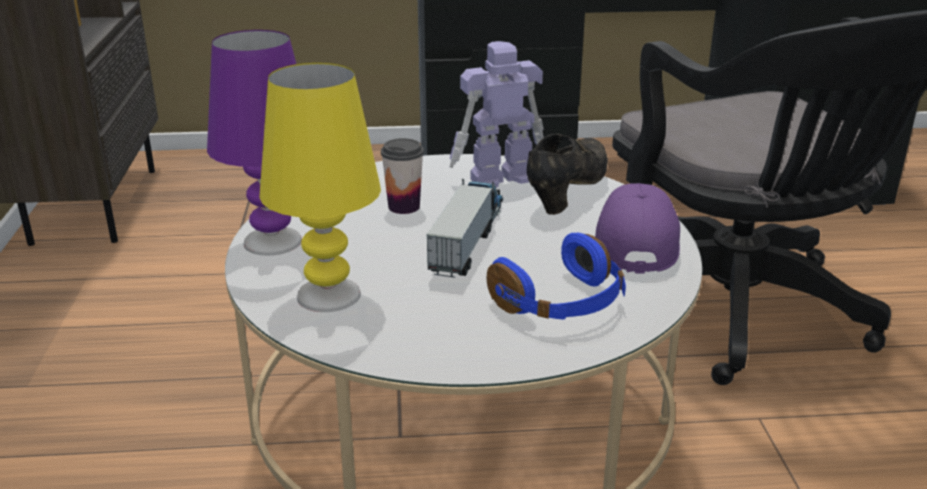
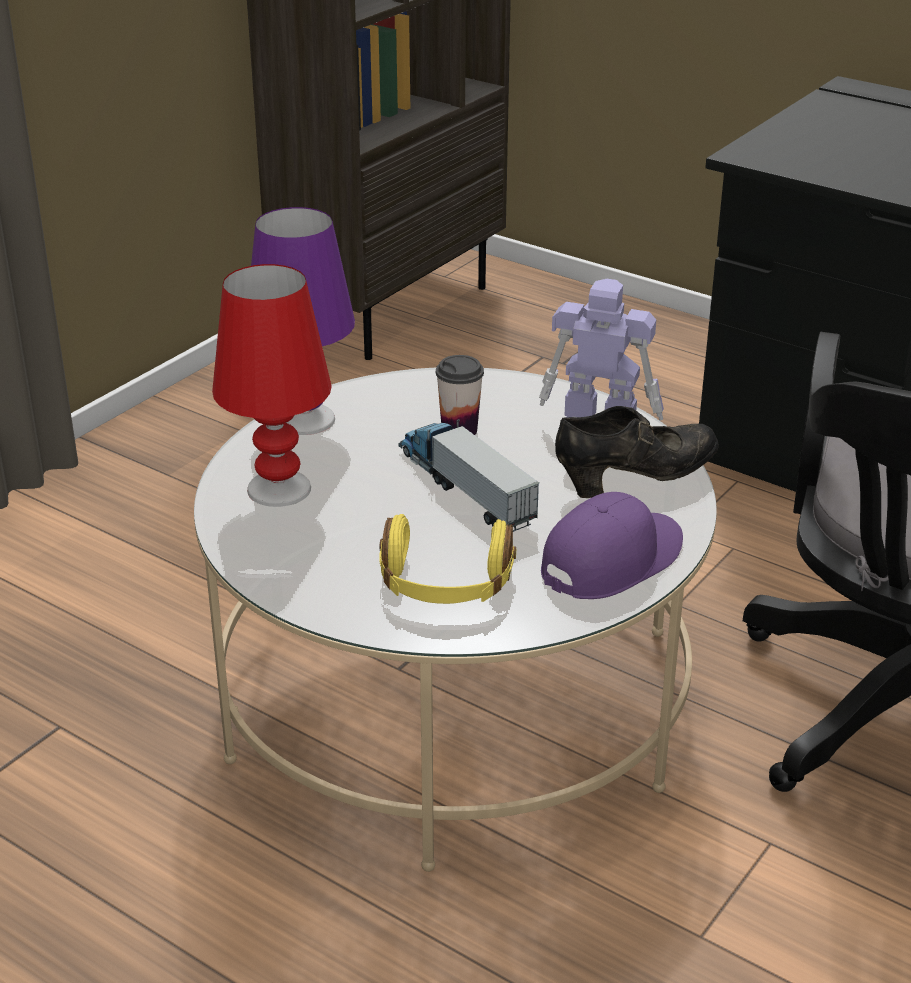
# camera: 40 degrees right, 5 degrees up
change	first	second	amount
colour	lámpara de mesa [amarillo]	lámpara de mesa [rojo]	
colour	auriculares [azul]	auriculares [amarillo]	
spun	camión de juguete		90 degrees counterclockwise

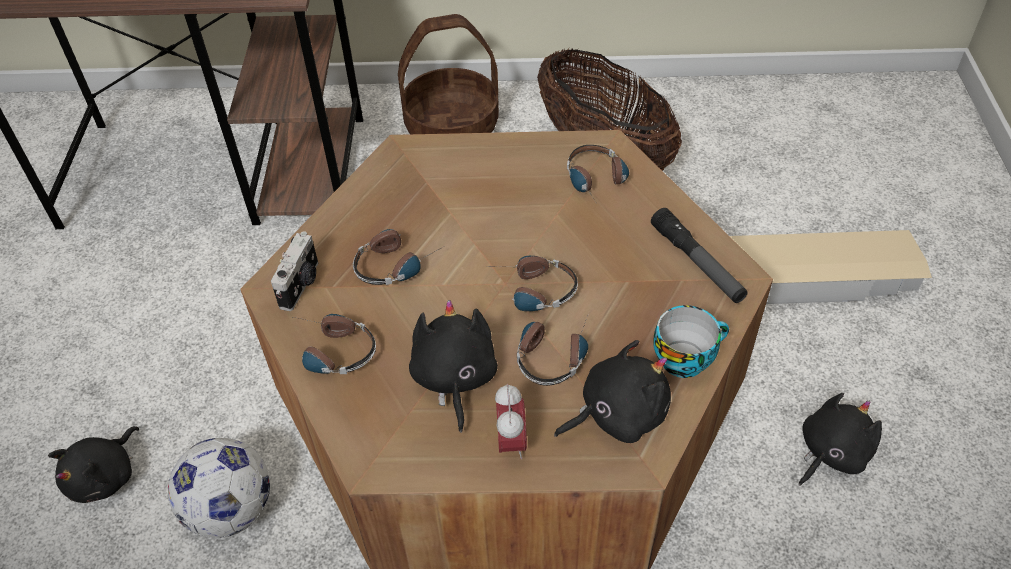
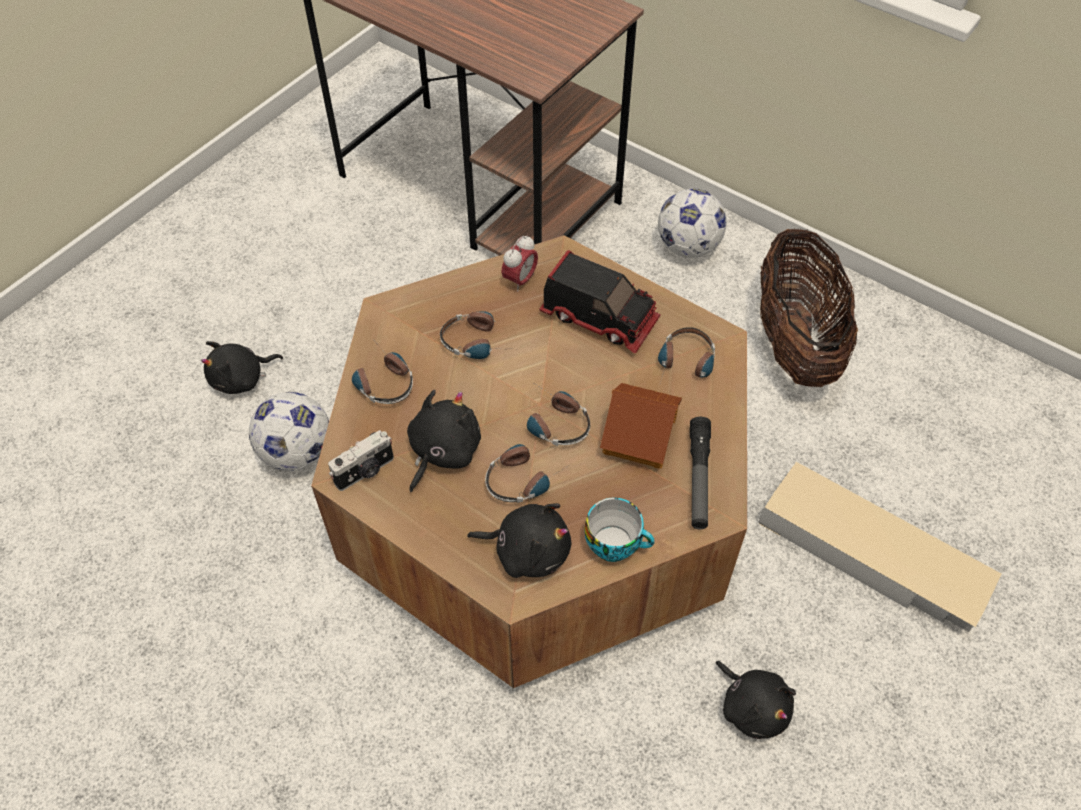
# camera: 35 degrees right, 5 degrees up
change	first	second	amount
relocated	cámara		
relocated	despertador		
appeared		camión de juguete	
appeared		casita	
exchanged	cesta (no. 1 from left)	balón de fútbol (no. 2 from left)	
spun	peluche [negro] (no. 4 from left)		60 degrees clockwise

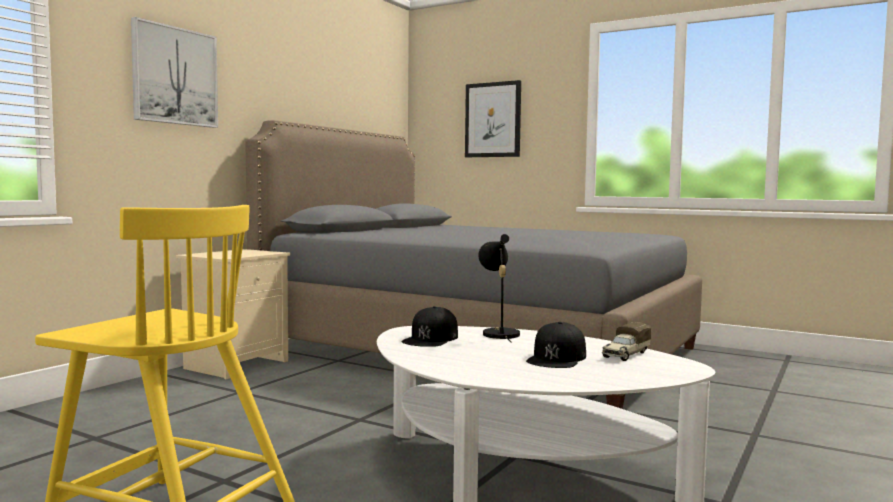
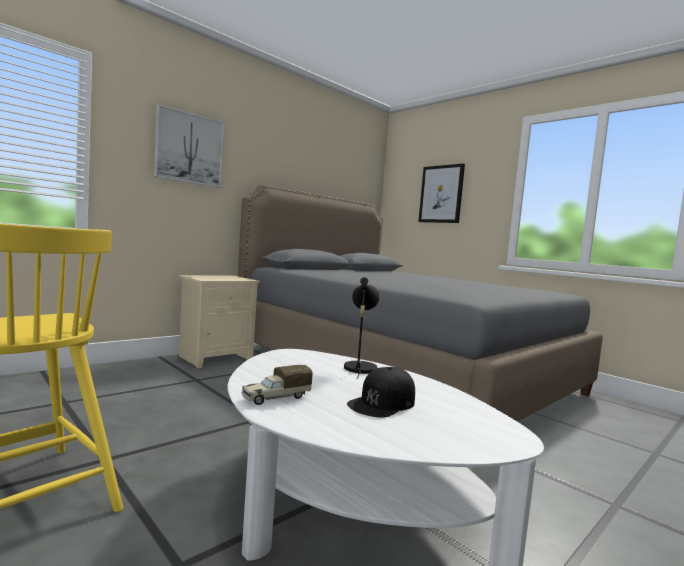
# camera: 15 degrees right, 0 degrees up
change	first	second	amount
relocated	camión de juguete		
missing	gorra [negro] (no. 1 from left)		

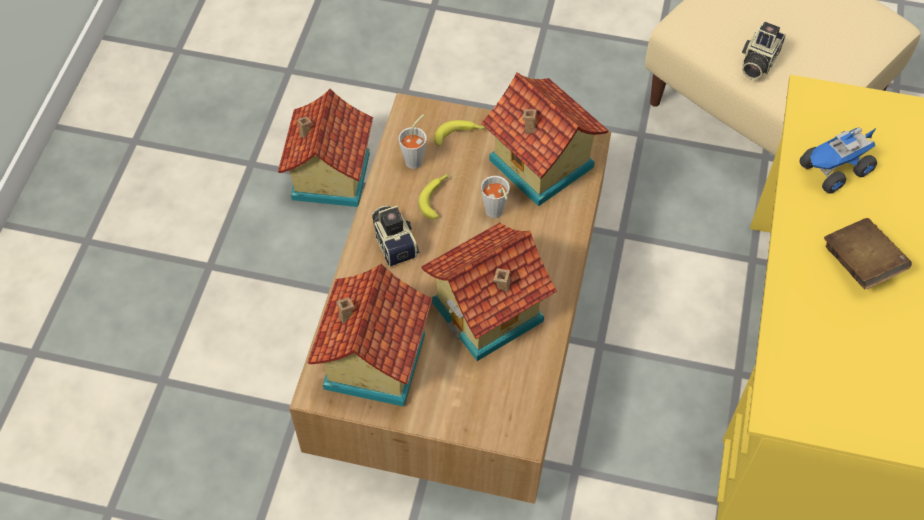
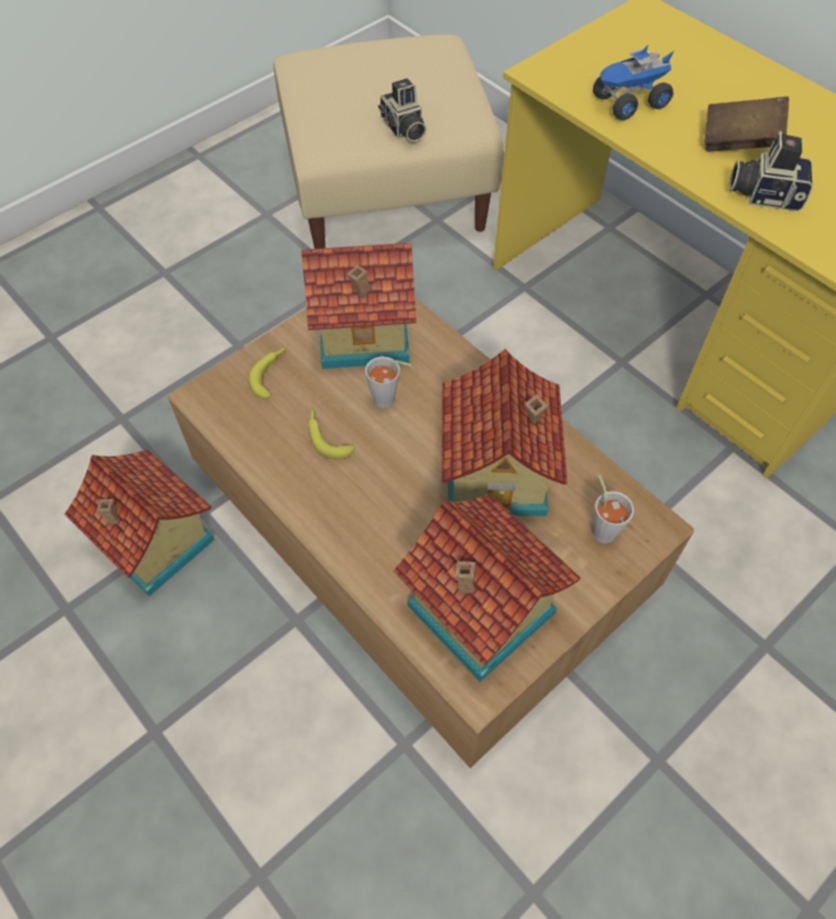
# camera: 55 degrees left, 0 degrees up
change	first	second	amount
spun	camión de juguete		60 degrees clockwise
relocated	taza [gris] (no. 1 from left in the first image)	taza [gris] (no. 2 from left)	
relocated	cámara (no. 1 from left in the first image)	cámara (no. 2 from left)	

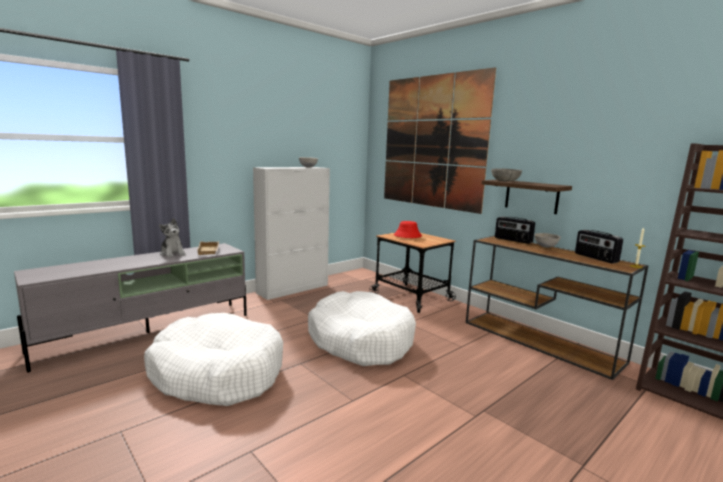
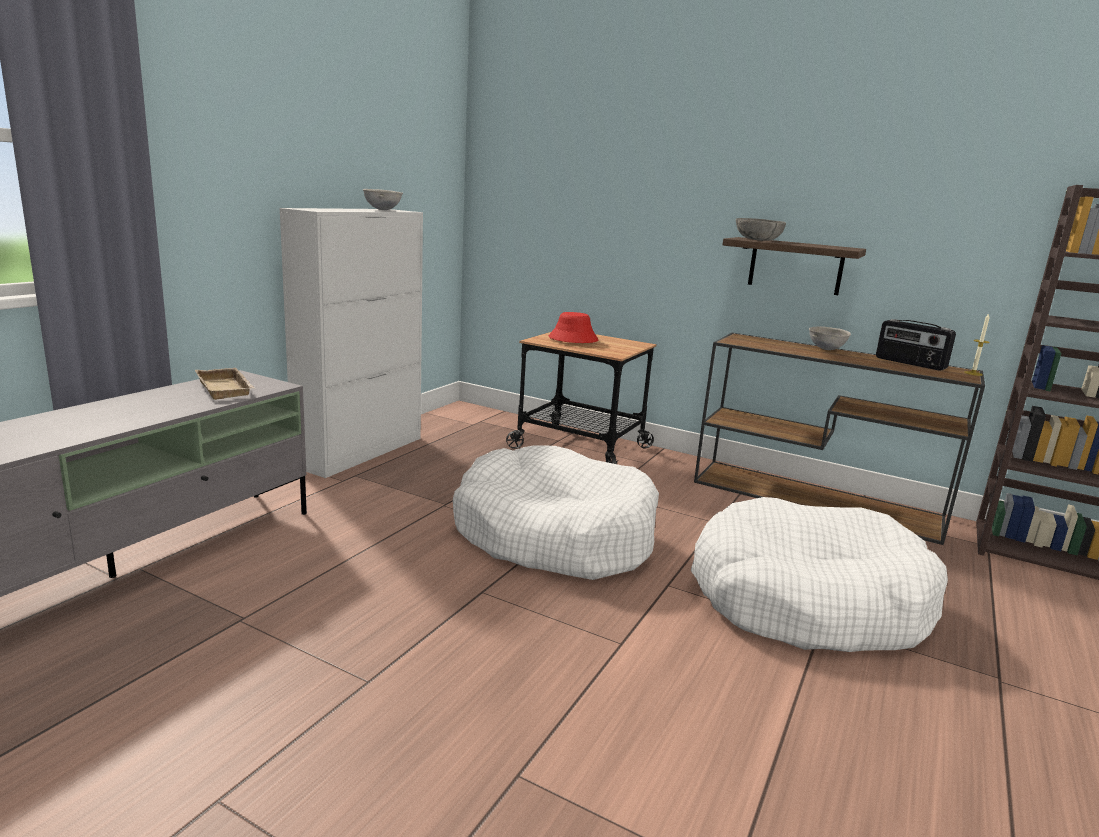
# camera: 20 degrees left, 5 degrees up
change	first	second	amount
relocated	cama para perro [blanco] (no. 1 from left in the first image)	cama para perro [blanco] (no. 2 from left)	
missing	peluche		
missing	cuadro		
missing	radio (no. 1 from left)		

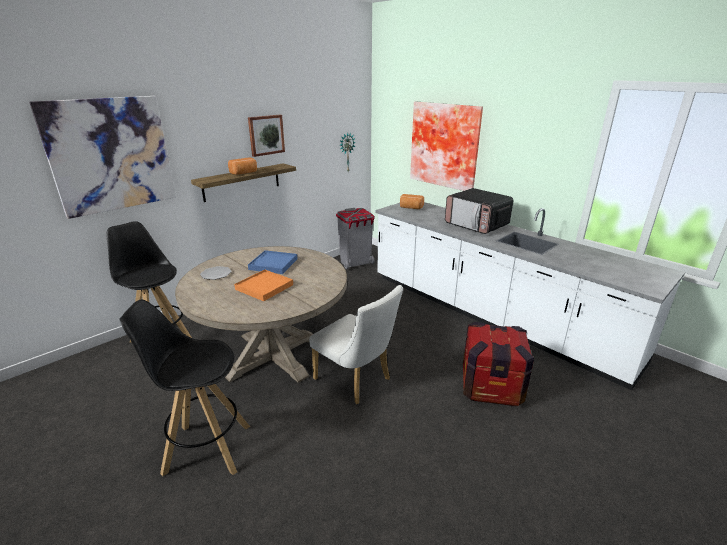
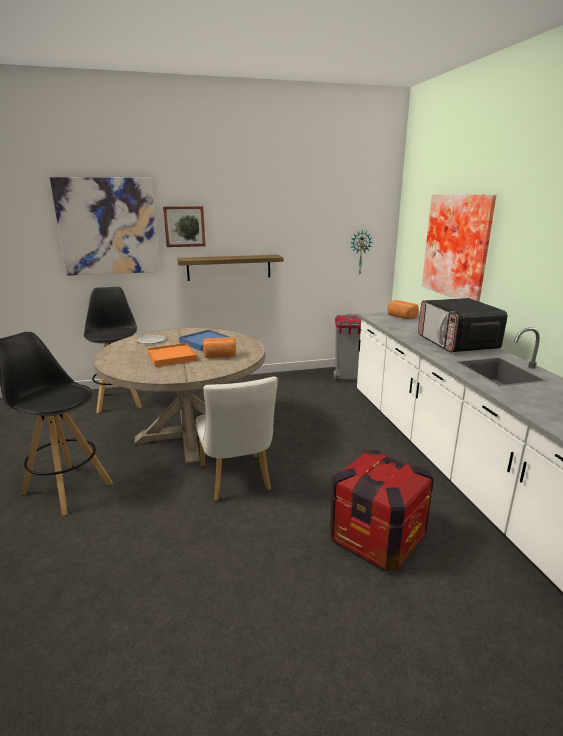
# camera: 30 degrees right, 5 degrees down
change	first	second	amount
relocated	cuadro (no. 2 from left)		
relocated	pan (no. 1 from left)		

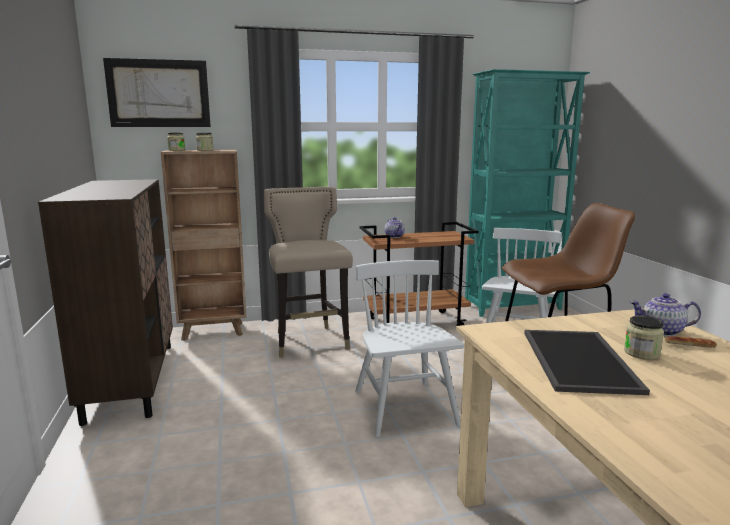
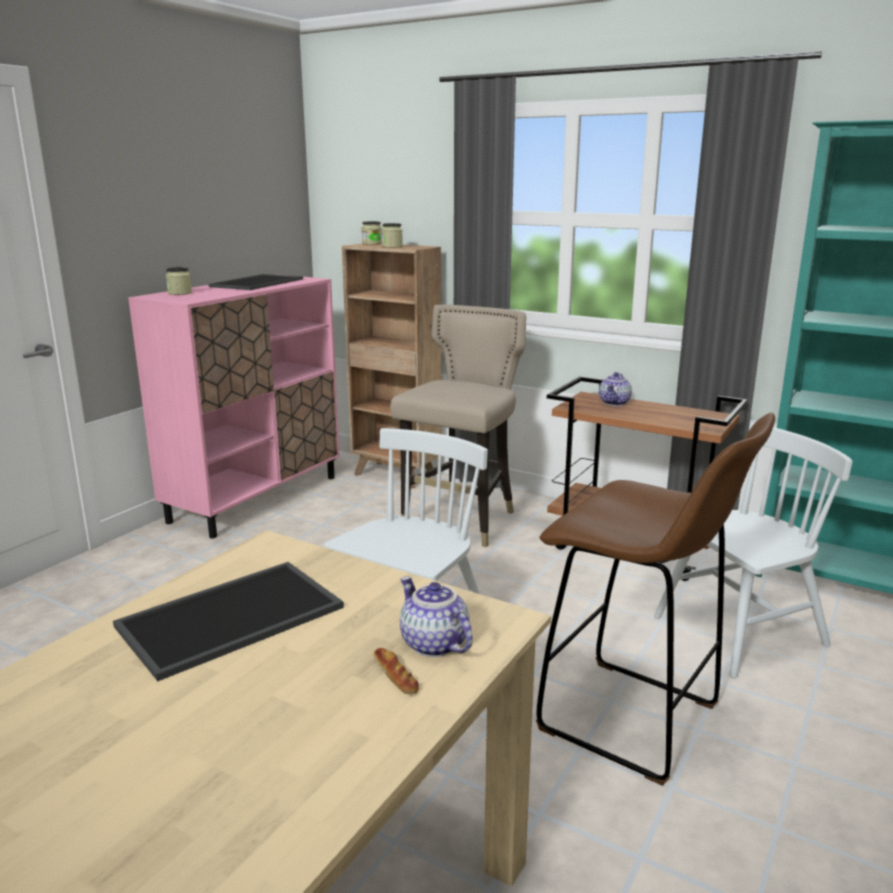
# camera: 45 degrees right, 5 degrees up
change	first	second	amount
colour	armario [marrón]	armario [rosa]	
relocated	tarro (no. 3 from left in the first image)	tarro (no. 1 from left)	
appeared		bandeja (no. 2 from left)	
missing	cuadro		

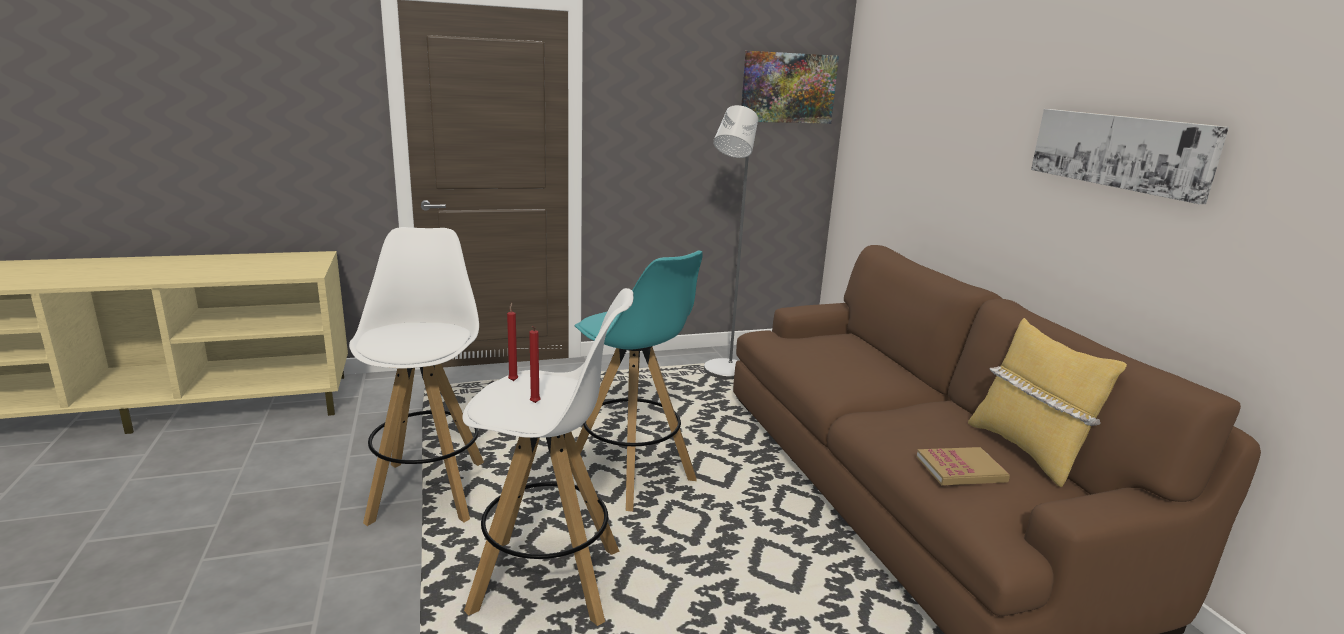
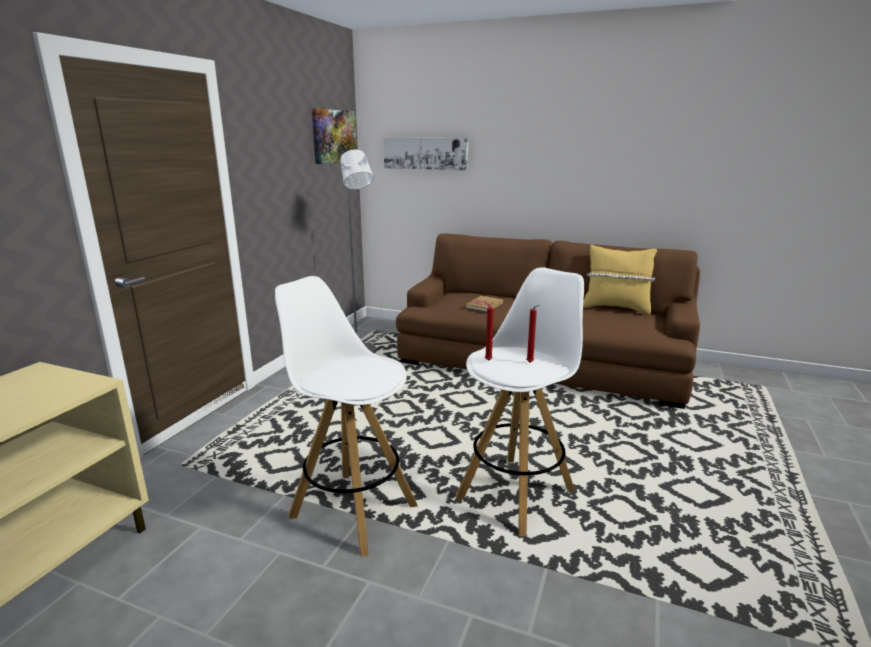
# camera: 50 degrees left, 0 degrees up
change	first	second	amount
relocated	cuadro (no. 2 from left)		
relocated	libro		
missing	taburete [turquesa]		

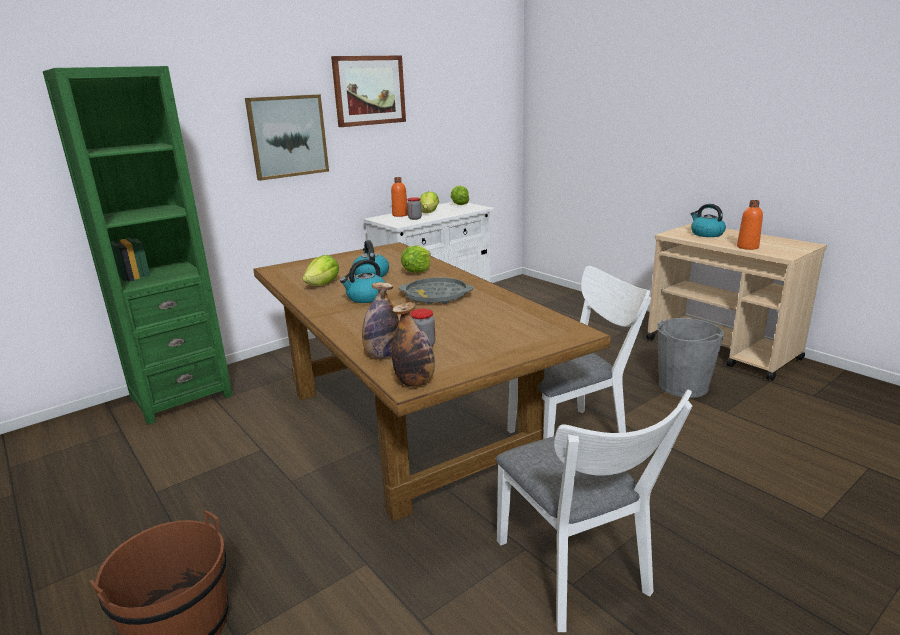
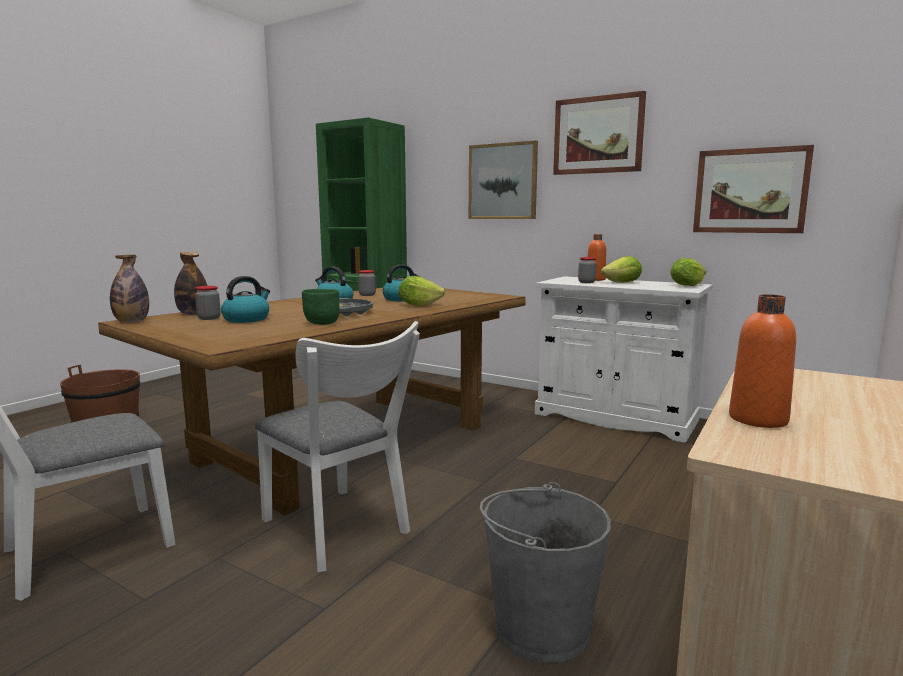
# camera: 70 degrees right, 10 degrees down
change	first	second	amount
relocated	hervidor (no. 3 from left in the first image)	hervidor (no. 1 from left)	
appeared		cuenco [verde]	
exchanged	lechuga (no. 1 from left)	tarro (no. 2 from left)	
appeared		cuadro (no. 3 from left)	

